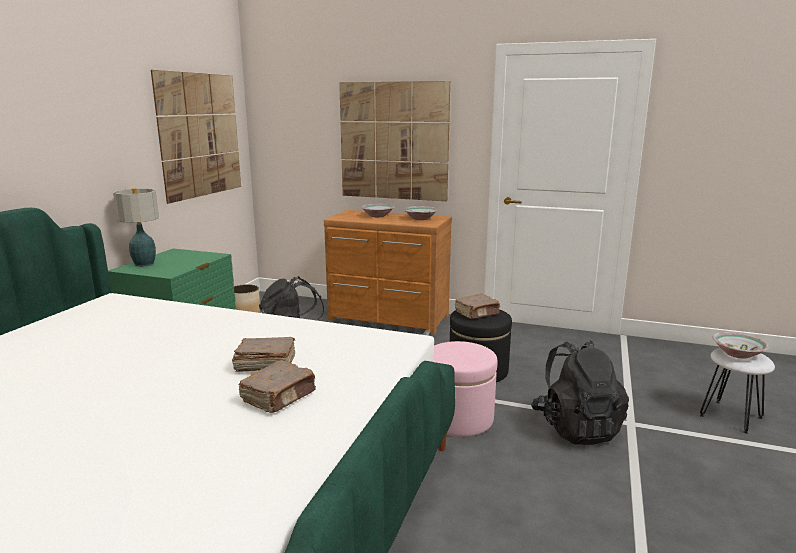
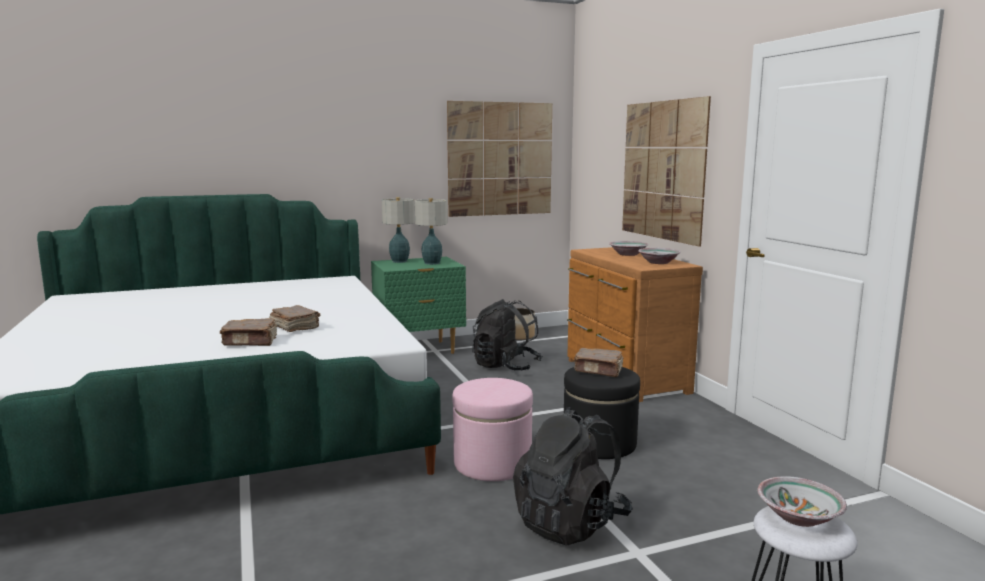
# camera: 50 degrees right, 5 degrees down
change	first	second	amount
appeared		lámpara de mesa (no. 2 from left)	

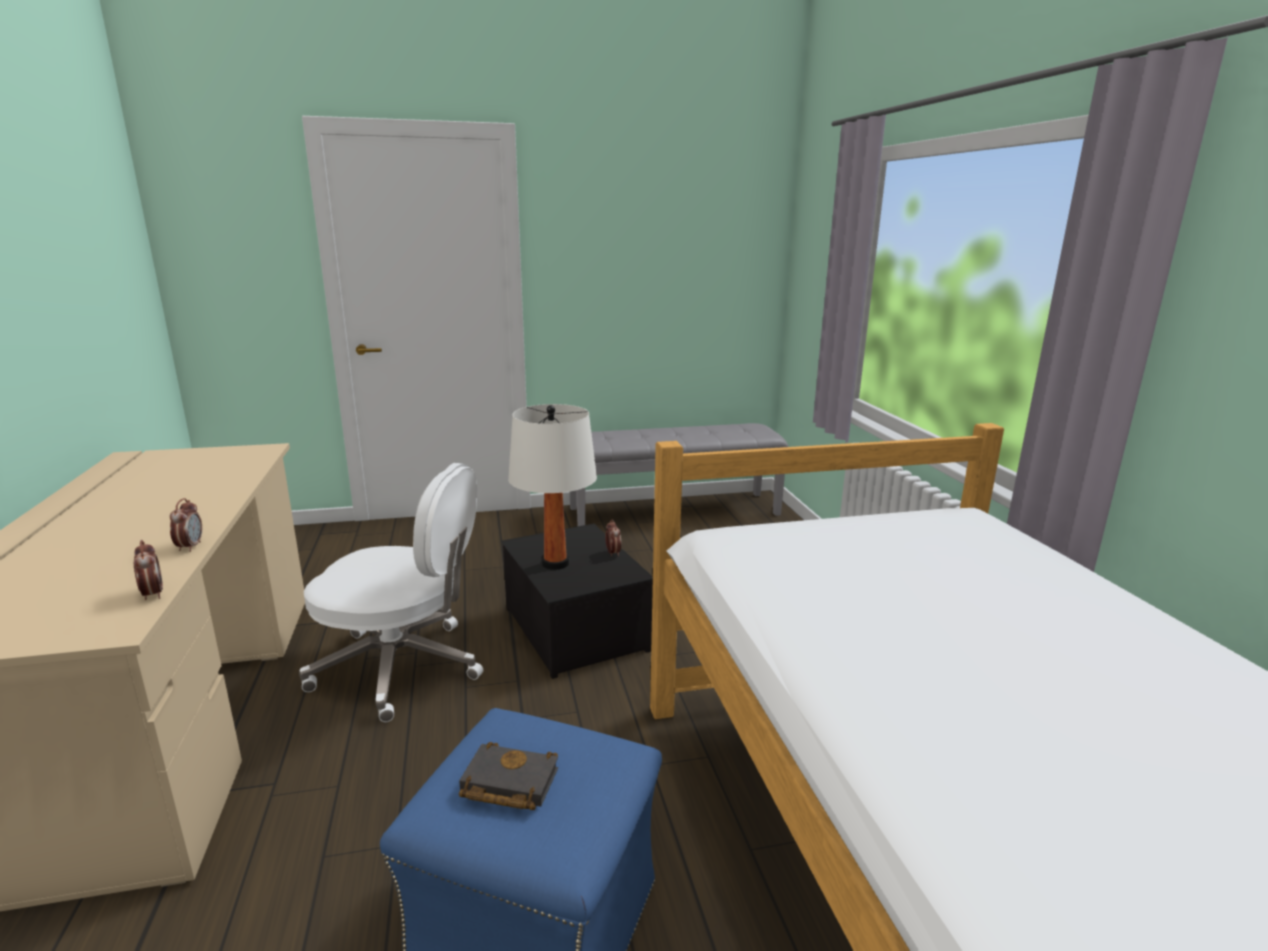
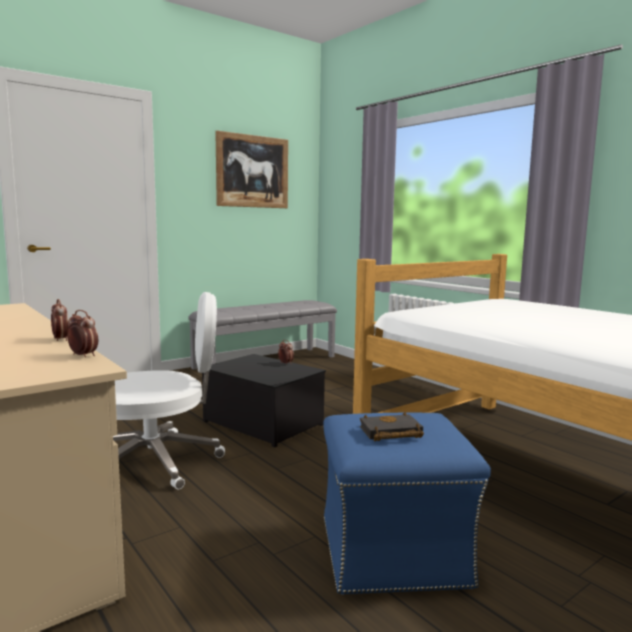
# camera: 25 degrees left, 10 degrees down
change	first	second	amount
appeared		cuadro	
missing	lámpara de mesa [blanco]		

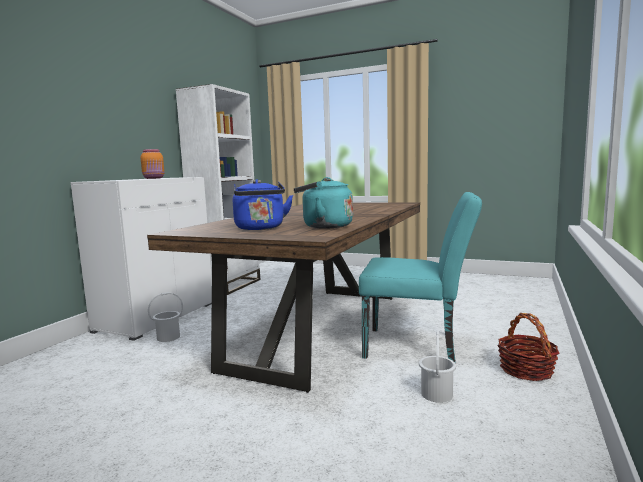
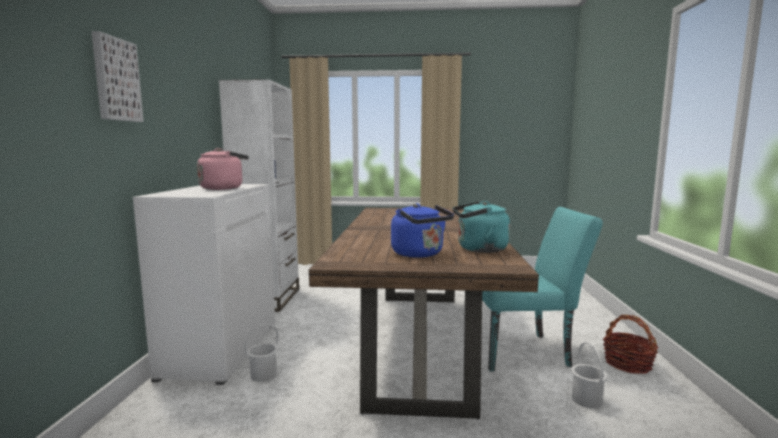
# camera: 20 degrees left, 0 degrees up
change	first	second	amount
appeared		cuadro	
exchanged	tarro [naranja]	hervidor [rosa]	

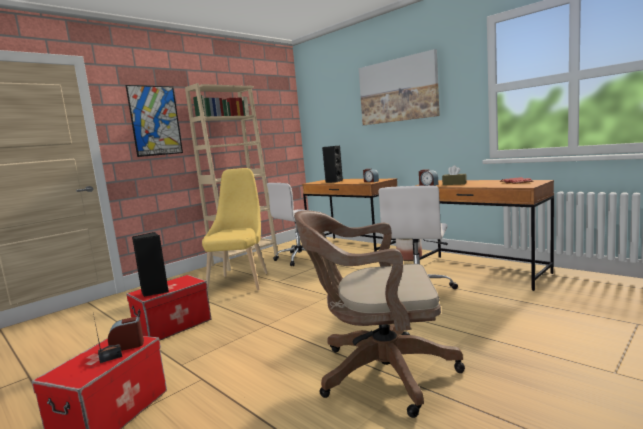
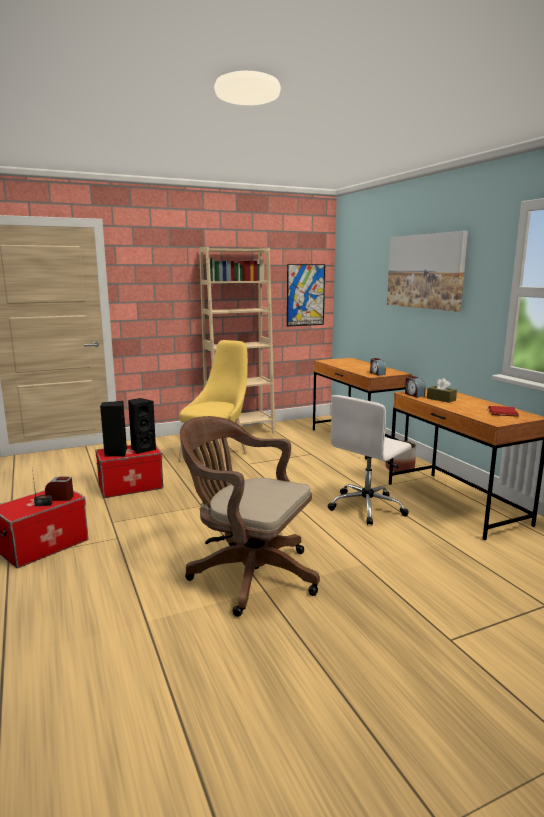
# camera: 20 degrees right, 5 degrees up
change	first	second	amount
relocated	altavoz [negro] (no. 2 from left)		
relocated	cuadro (no. 1 from left)		
missing	silla de oficina [blanco] (no. 1 from left)		

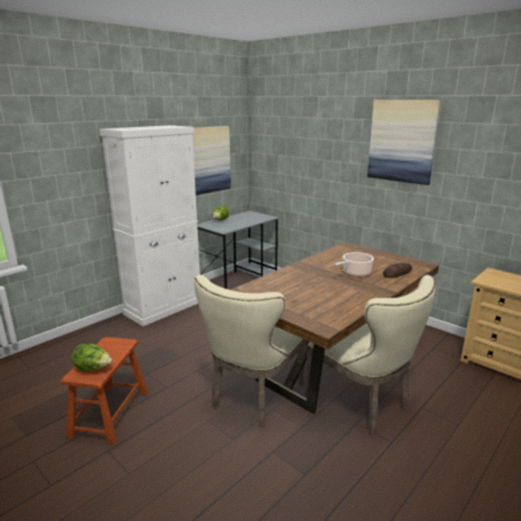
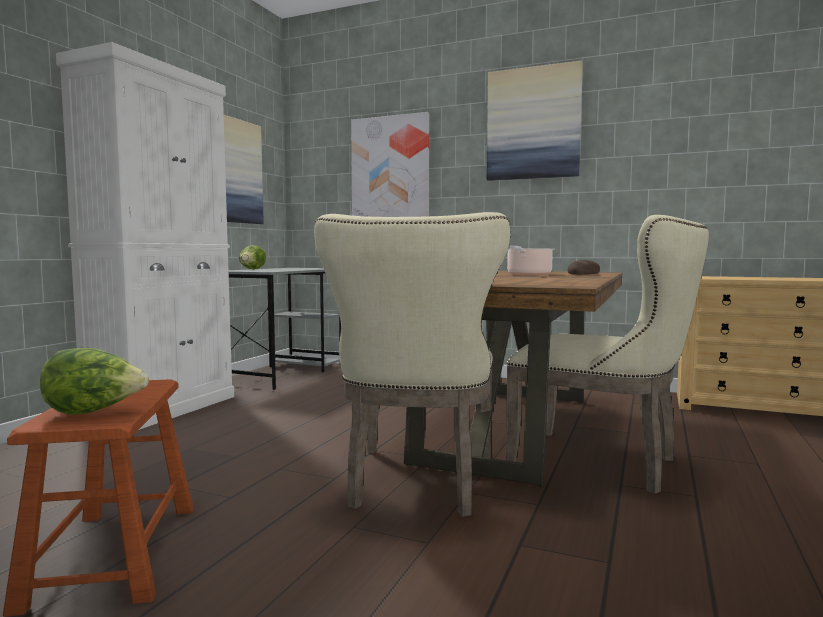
# camera: 20 degrees left, 15 degrees down
change	first	second	amount
appeared		cuadro (no. 2 from left)	

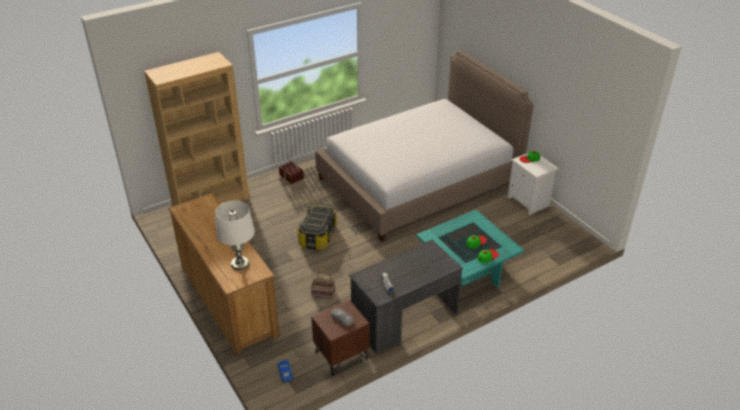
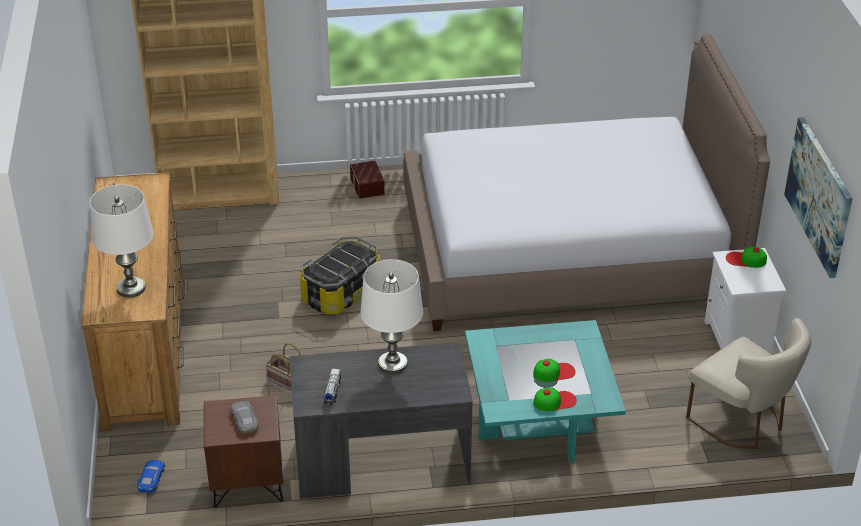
# camera: 25 degrees right, 0 degrees up
change	first	second	amount
appeared		lámpara de mesa [blanco] (no. 2 from left)	
appeared		silla [beis]	
appeared		cuadro	

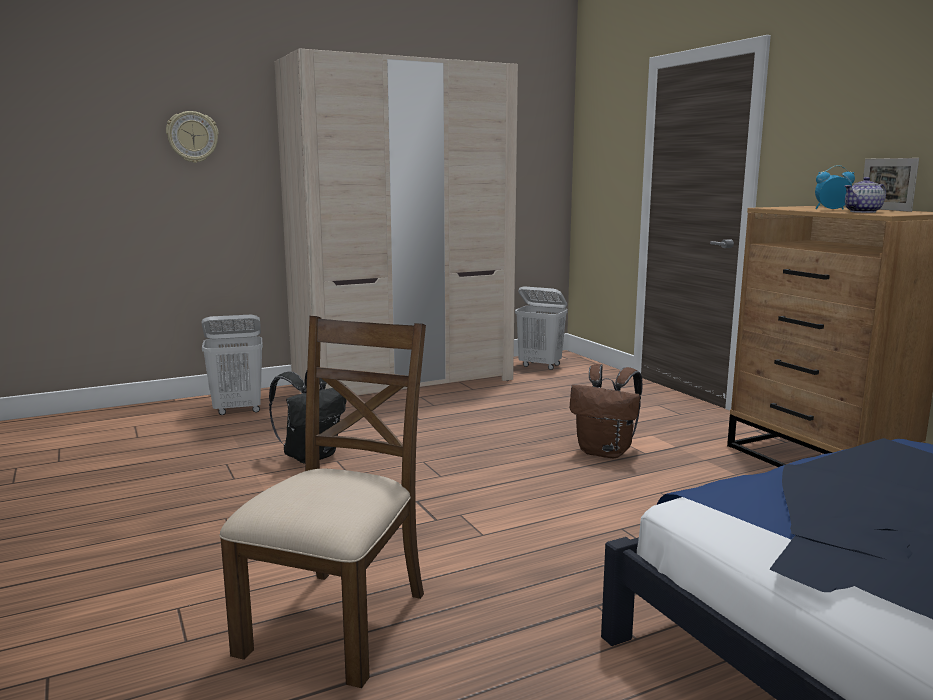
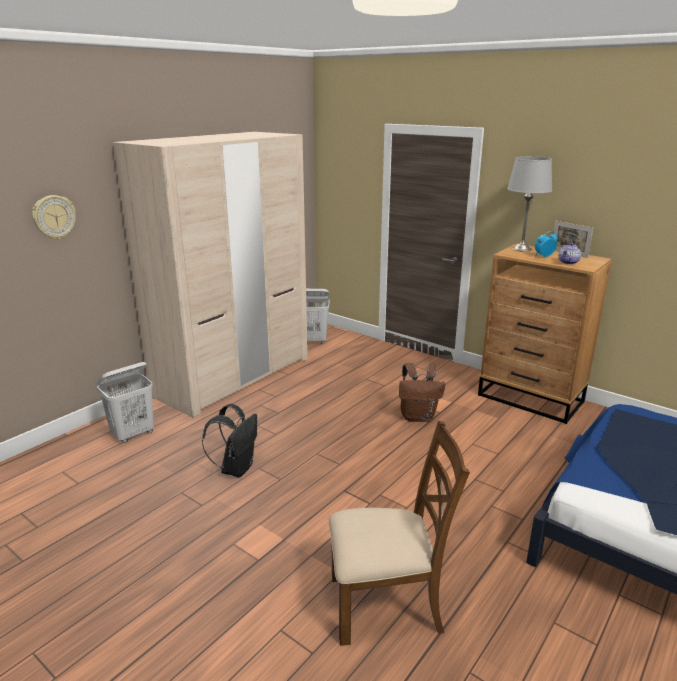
# camera: 25 degrees left, 10 degrees up
change	first	second	amount
spun	silla [marrón]		90 degrees clockwise
appeared		lámpara de mesa [gris]	

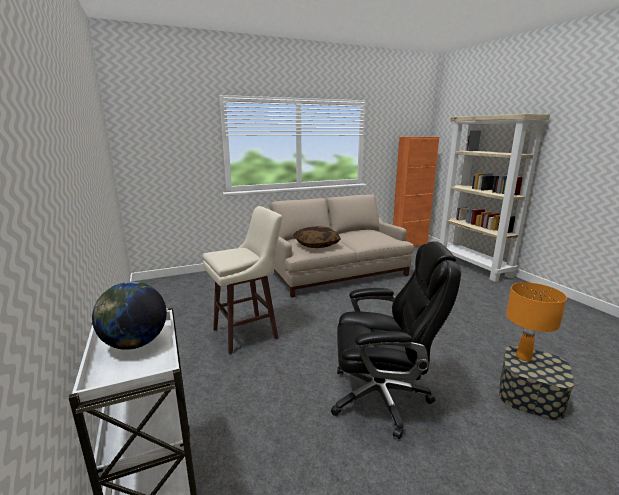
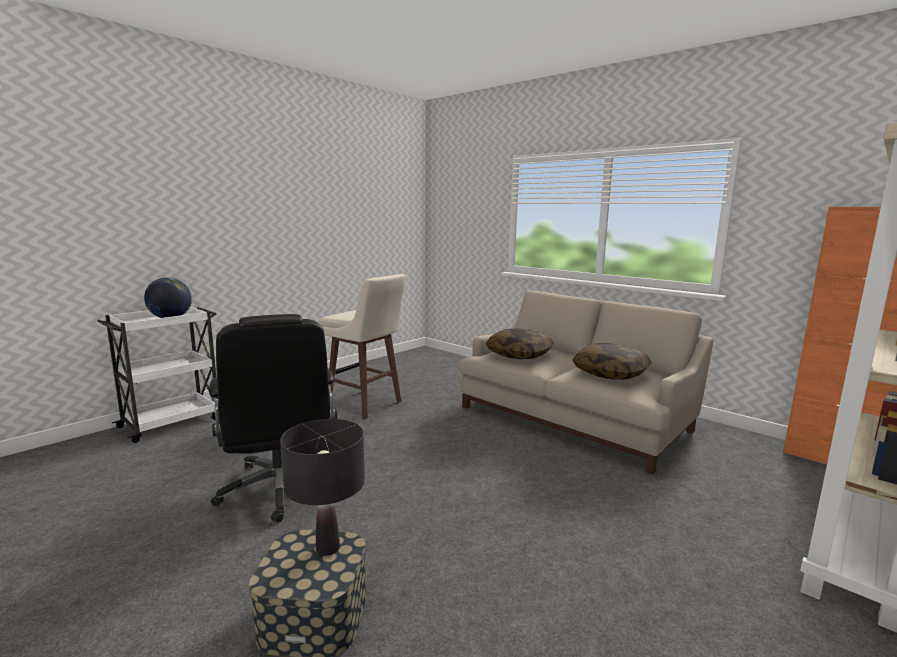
# camera: 65 degrees right, 5 degrees down
change	first	second	amount
colour	lámpara de mesa [naranja]	lámpara de mesa [negro]	
appeared		cojín (no. 2 from left)	

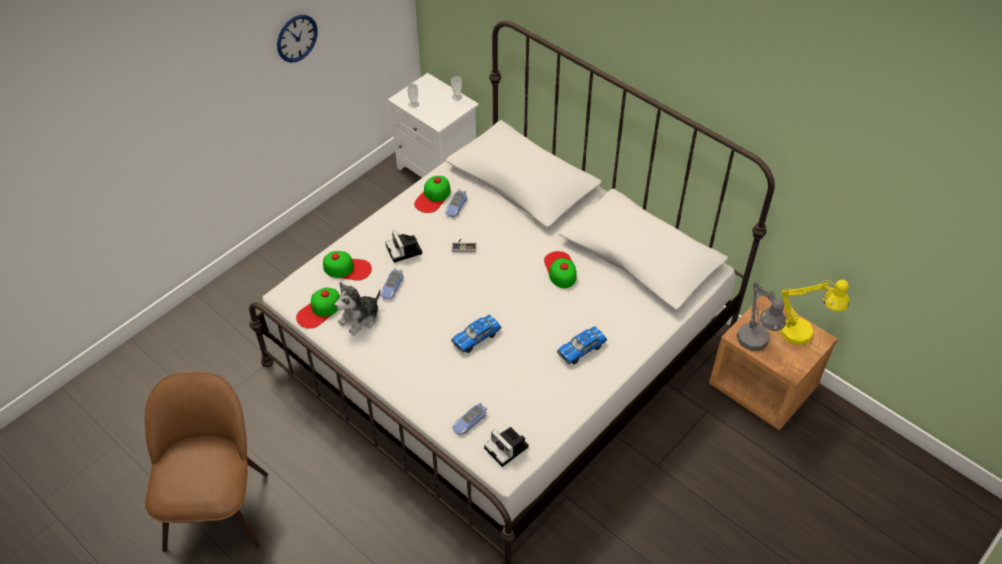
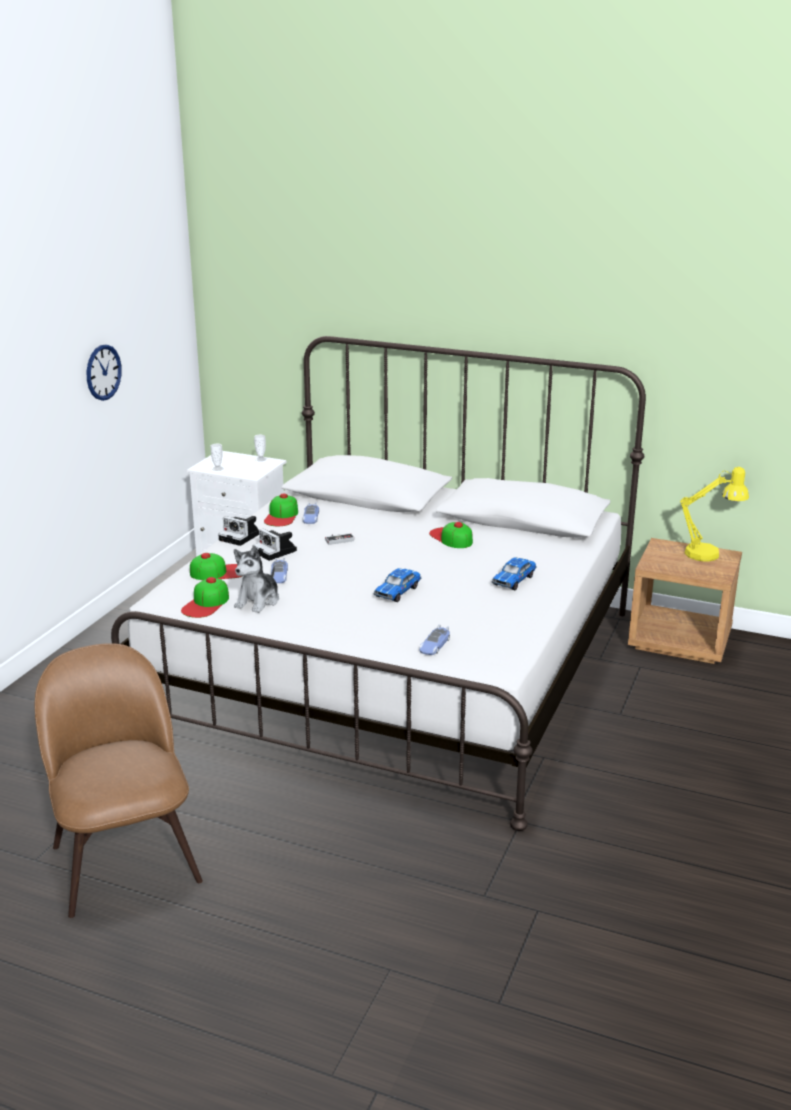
# camera: 20 degrees left, 25 degrees down
change	first	second	amount
relocated	cámara (no. 2 from left in the first image)	cámara (no. 1 from left)	
missing	lámpara de mesa [gris]		

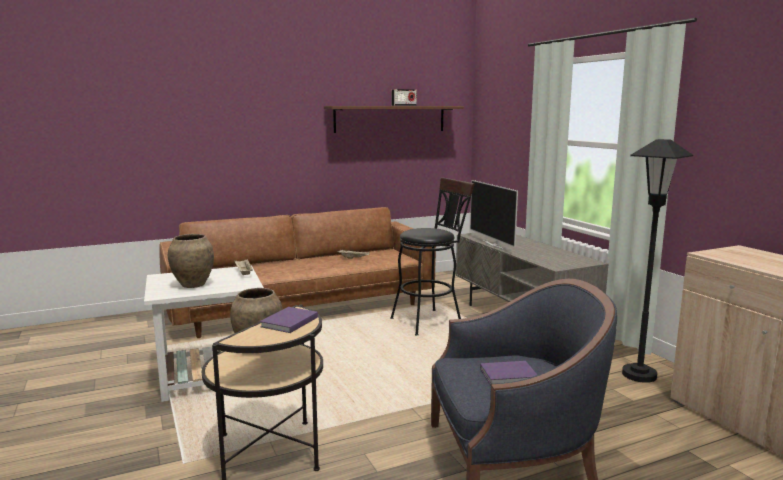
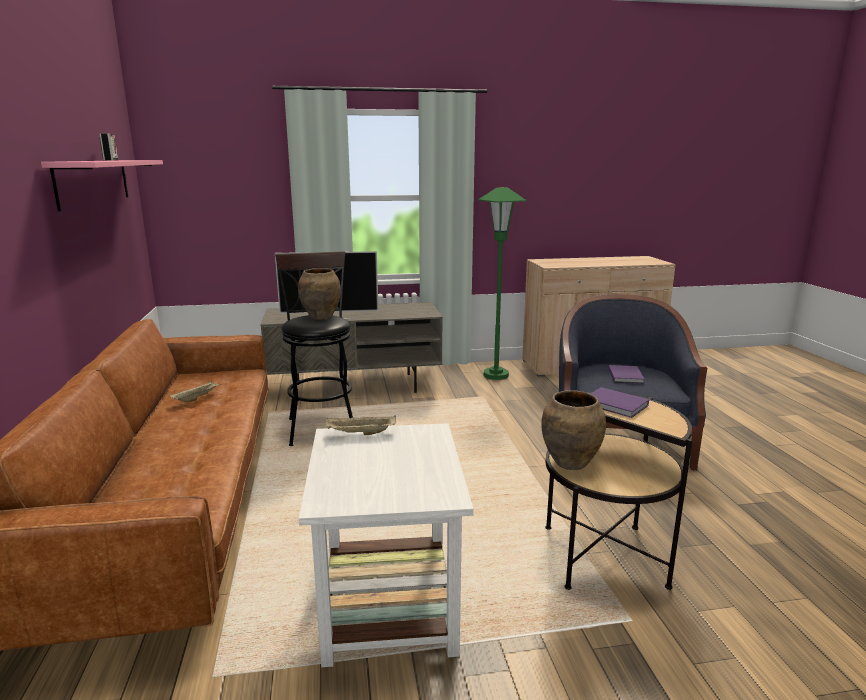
# camera: 75 degrees left, 5 degrees up
change	first	second	amount
colour	estante [marrón]	estante [rosa]	
relocated	florero [marrón] (no. 1 from left)		
colour	lámpara de pie [negro]	lámpara de pie [verde]	

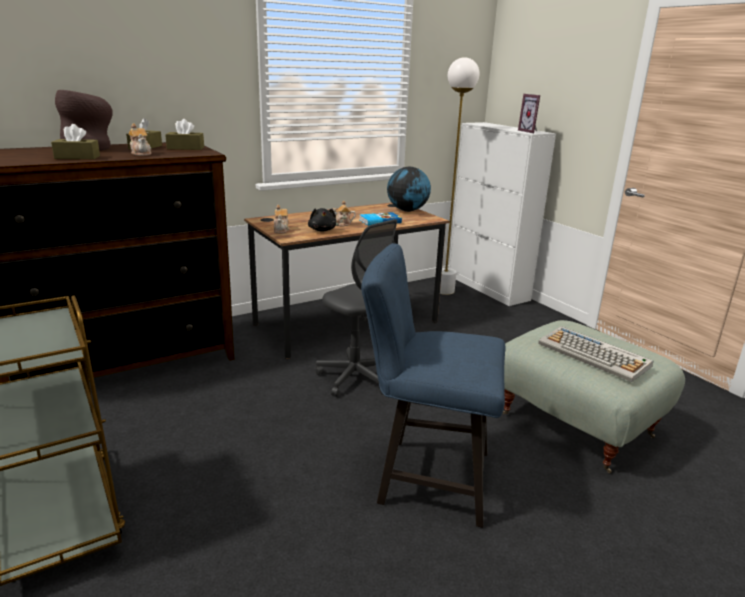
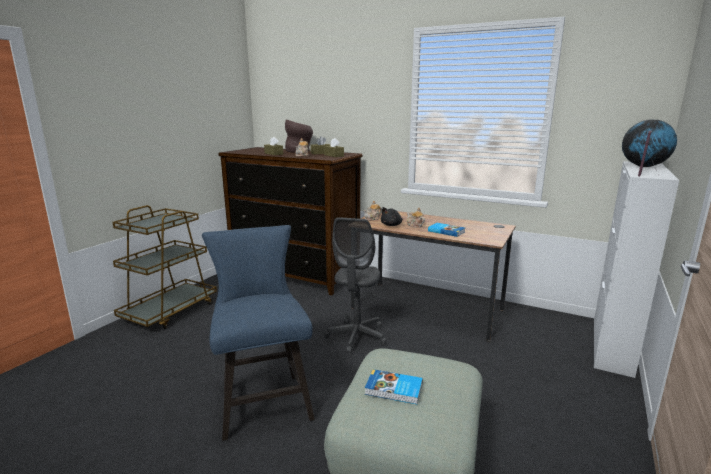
# camera: 60 degrees right, 5 degrees down
change	first	second	amount
exchanged	teclado	libro (no. 1 from left)	
relocated	globo terráqueo		
missing	lámpara de pie [blanco]		

